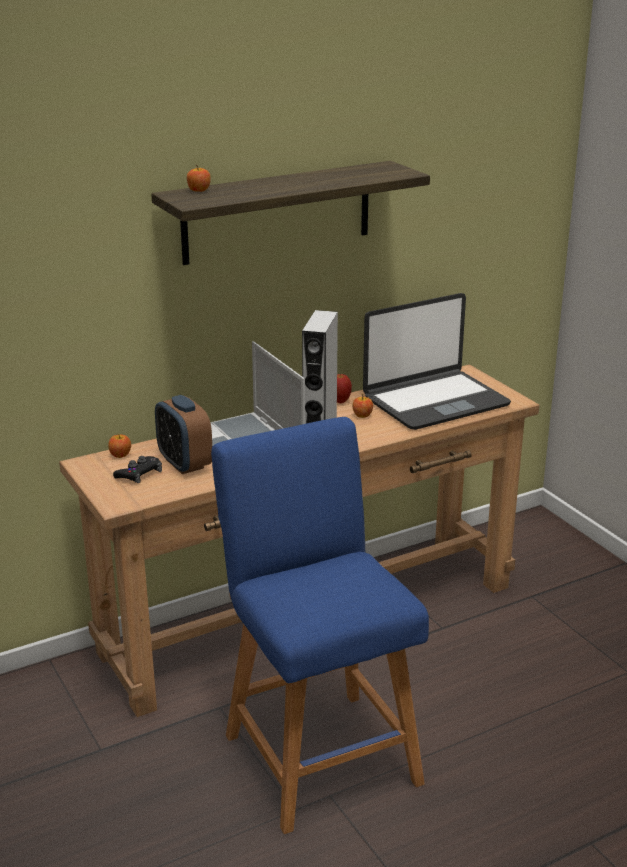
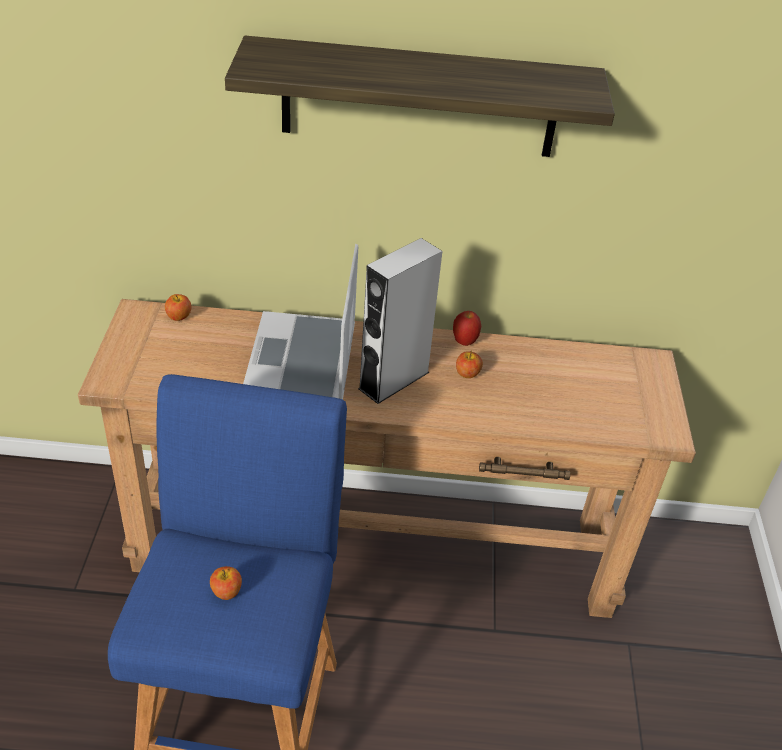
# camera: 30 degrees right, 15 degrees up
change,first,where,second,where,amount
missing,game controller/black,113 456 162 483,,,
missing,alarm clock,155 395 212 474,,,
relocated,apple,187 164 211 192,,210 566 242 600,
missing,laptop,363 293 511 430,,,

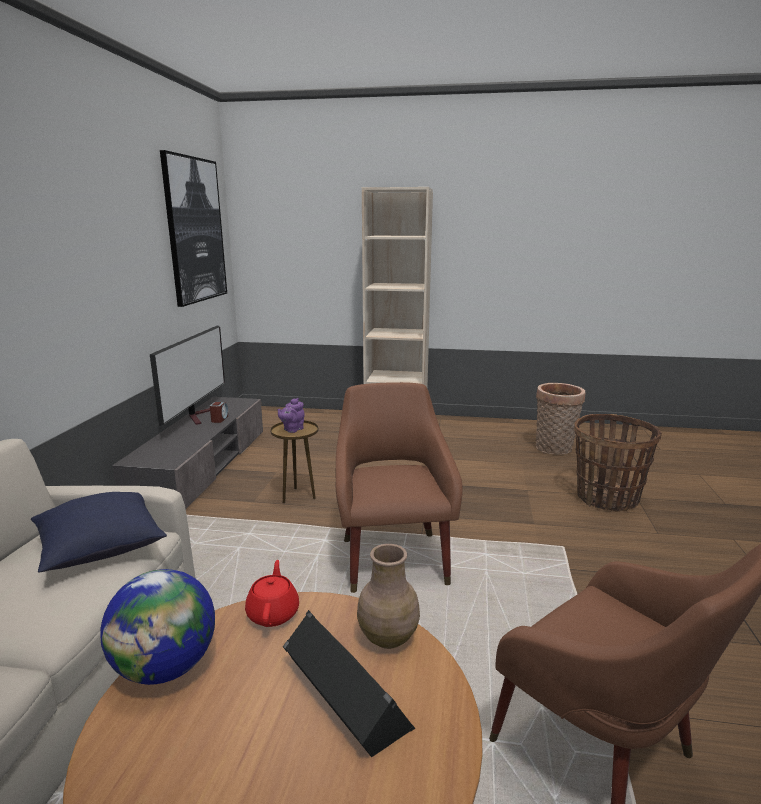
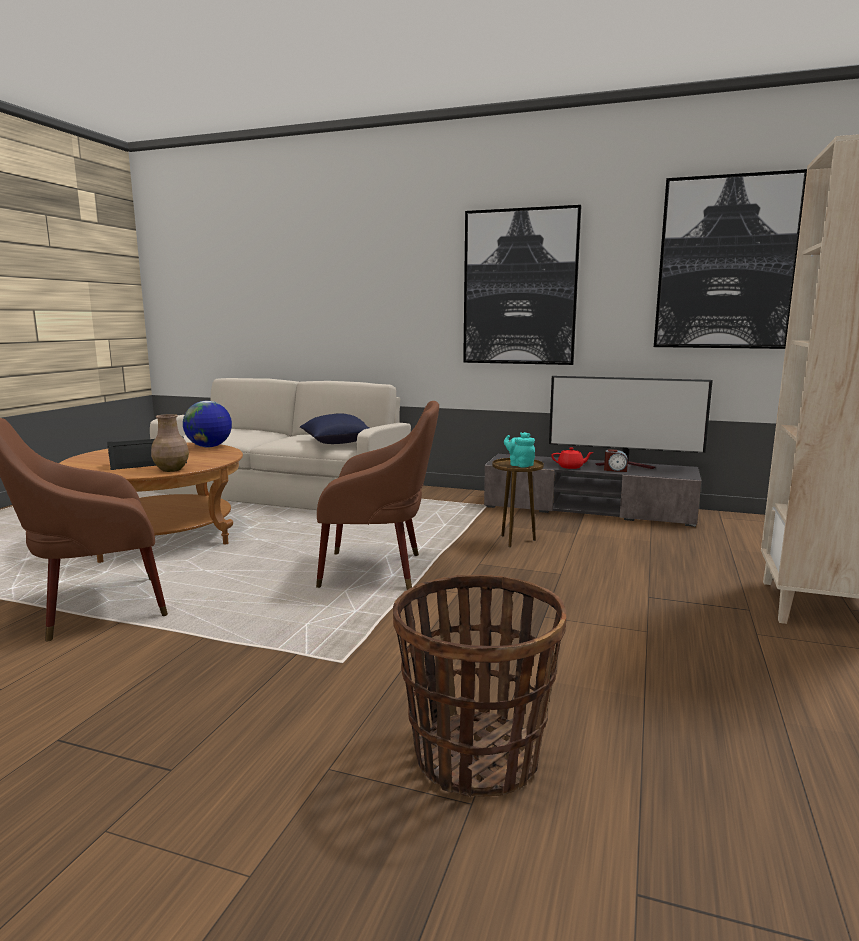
# camera: 100 degrees right, 5 degrees down
change,first,where,second,where,amount
relocated,teapot/red,245 560 299 627,,551 447 594 469,
colour,teapot/purple,278 398 305 433,teapot/turquoise,504 432 535 468,
missing,basket,535 383 585 455,,,
appeared,,,picture,463 205 581 365,

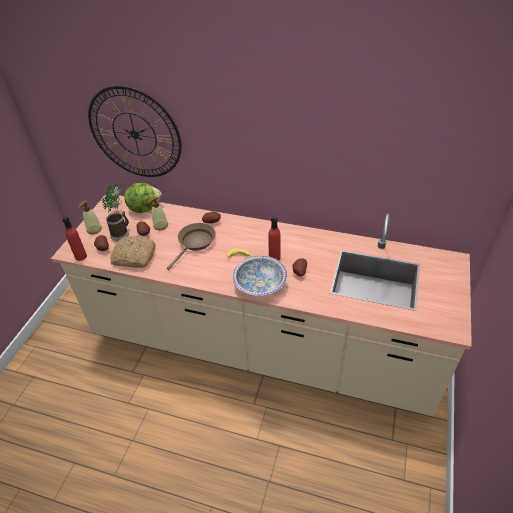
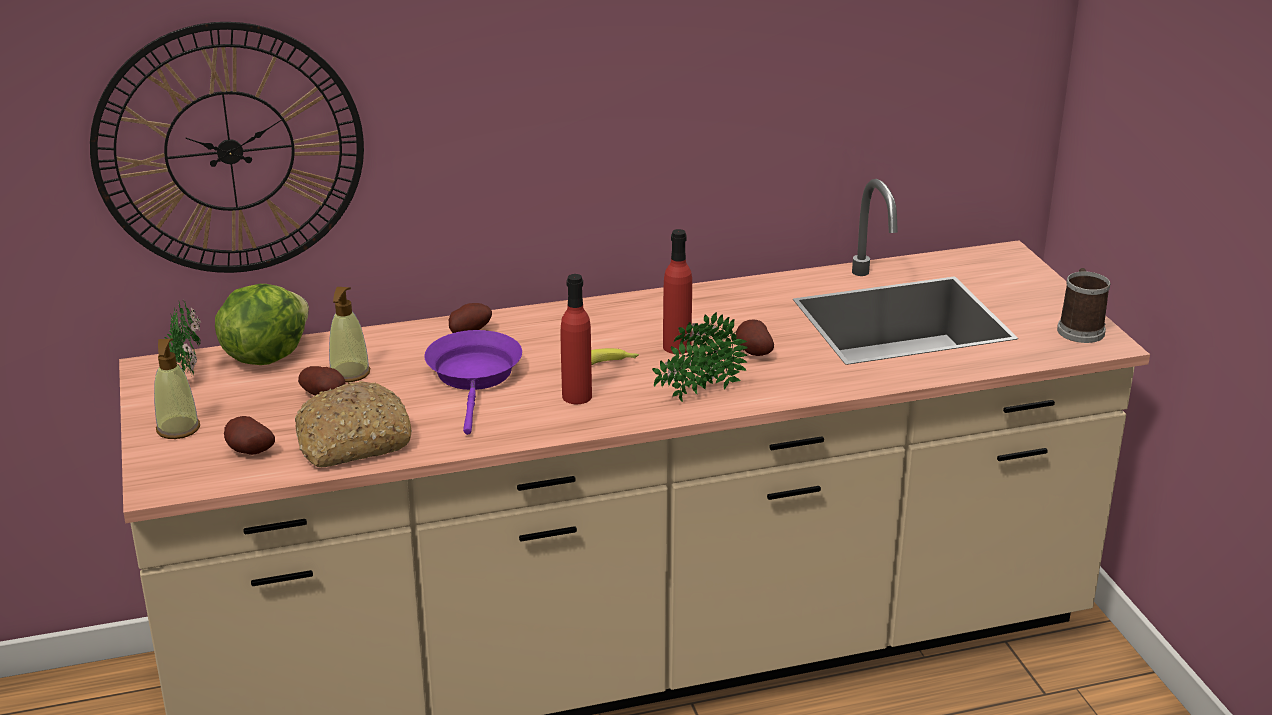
# camera: 35 degrees left, 15 degrees down
change,first,where,second,where,amount
relocated,bottle/red,62 216 87 261,,561 274 592 404,
relocated,mug,106 211 129 241,,1057 268 1111 343,
colour,frying pan/brown,167 223 216 270,frying pan/purple,424 330 522 435,
exchanged,bowl,232 256 287 296,potted plant,652 312 748 402,

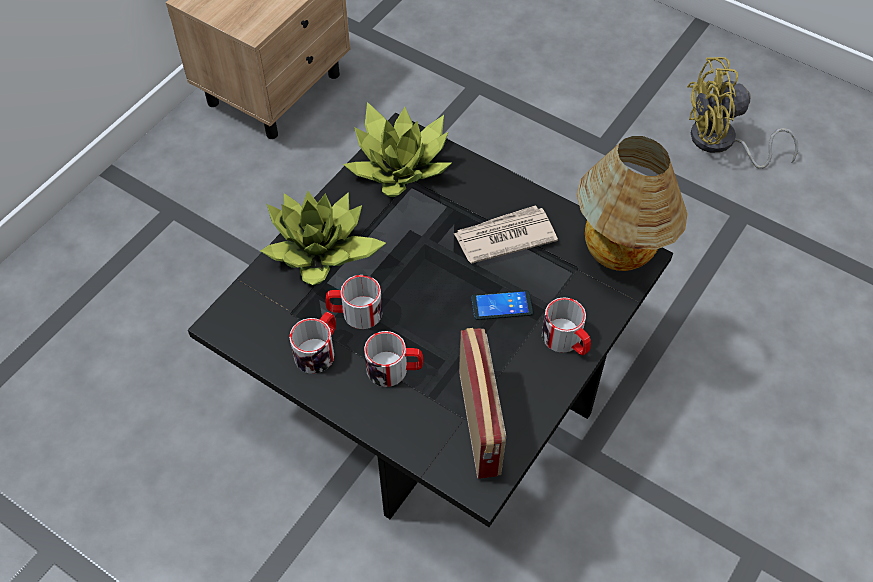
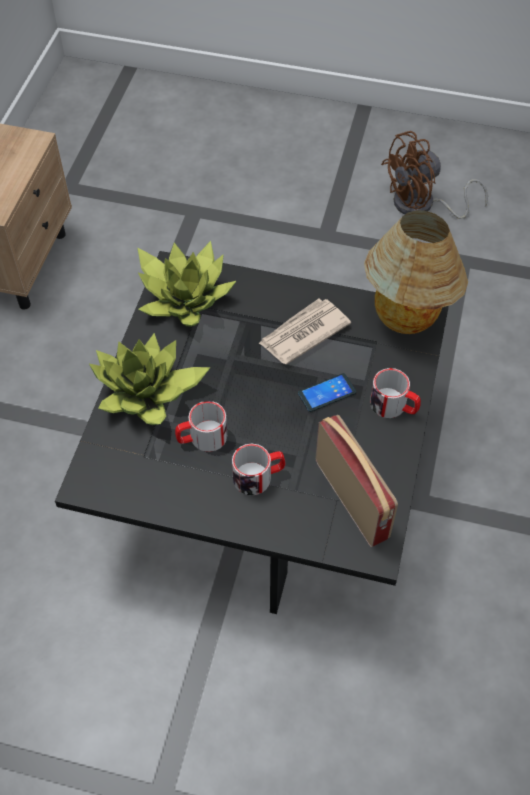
# camera: 20 degrees left, 0 degrees up
change,first,where,second,where,amount
missing,mug,289 312 336 374,,,
colour,fan/yellow,687 57 798 169,fan/brown,381 131 488 219,

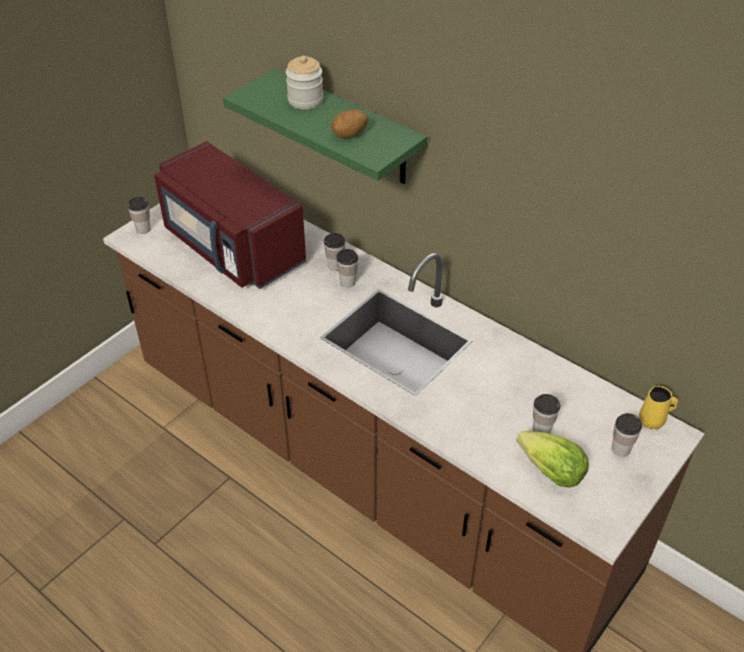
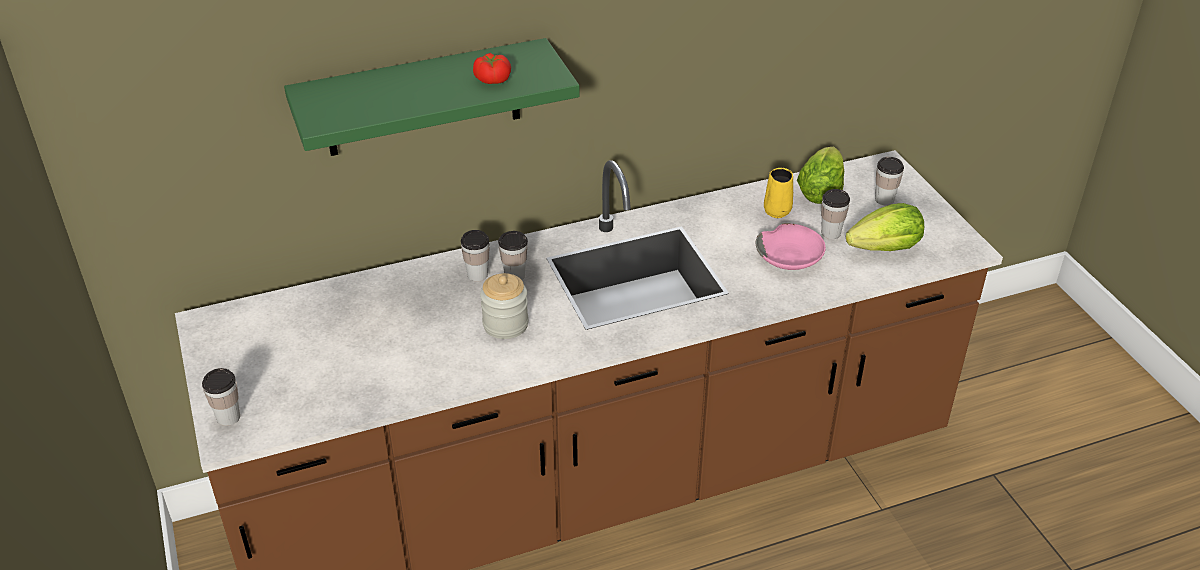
# camera: 60 degrees left, 5 degrees down
change,first,where,second,where,amount
missing,microwave/red,154 141 306 289,,,
relocated,jar,286 56 323 109,,480 273 529 339,
exchanged,potato,331 110 368 138,tomato,473 53 511 84,
relocated,mug/yellow,639 386 678 429,,764 168 793 218,
appeared,,,bowl/pink,756 223 826 270,
appeared,,,lettuce,797 147 844 204,

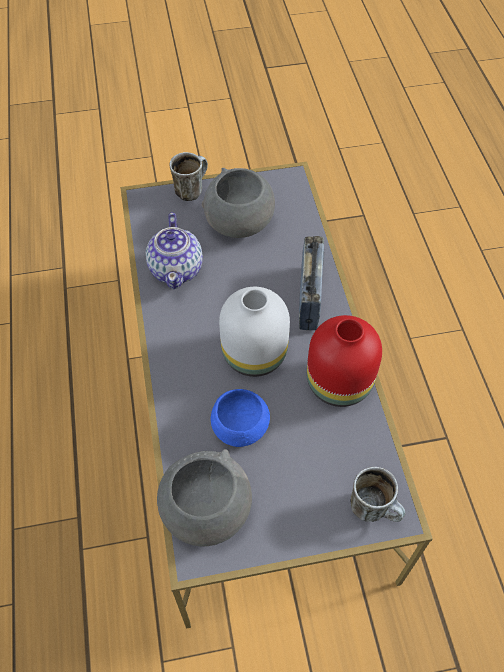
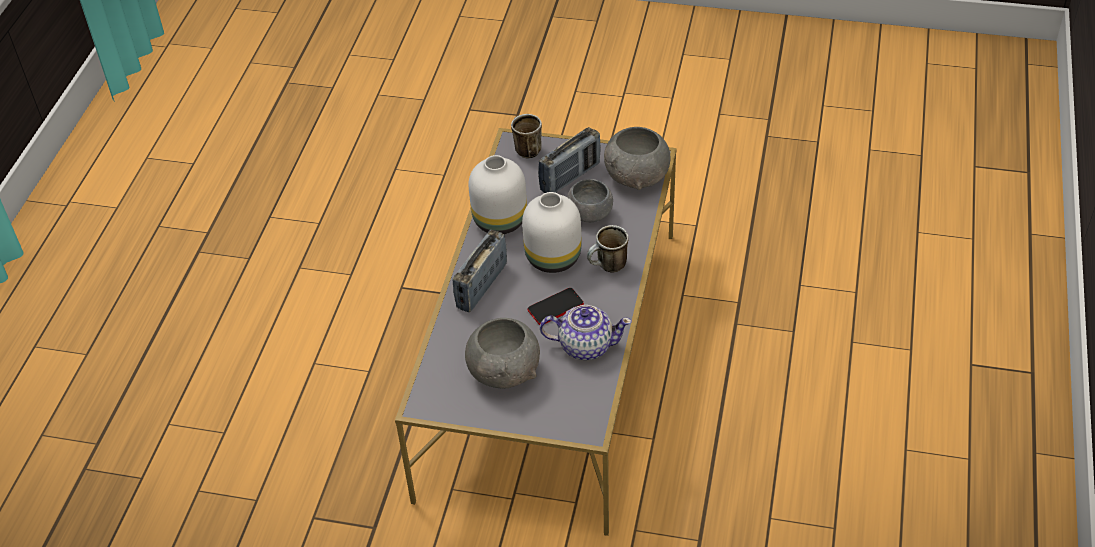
# camera: 155 degrees left, 10 degrees down
change,first,where,second,where,amount
spun,teapot,146 213 203 289,,540 305 632 360,75 degrees clockwise
relocated,mug,170 152 208 201,,587 225 628 272,
colour,bowl/blue,211 389 270 447,bowl/grey,567 179 613 222,
colour,vase/red,307 315 382 407,vase/white,469 155 527 234,
appeared,,,phone,528 288 584 325,
appeared,,,radio,538 127 601 193,

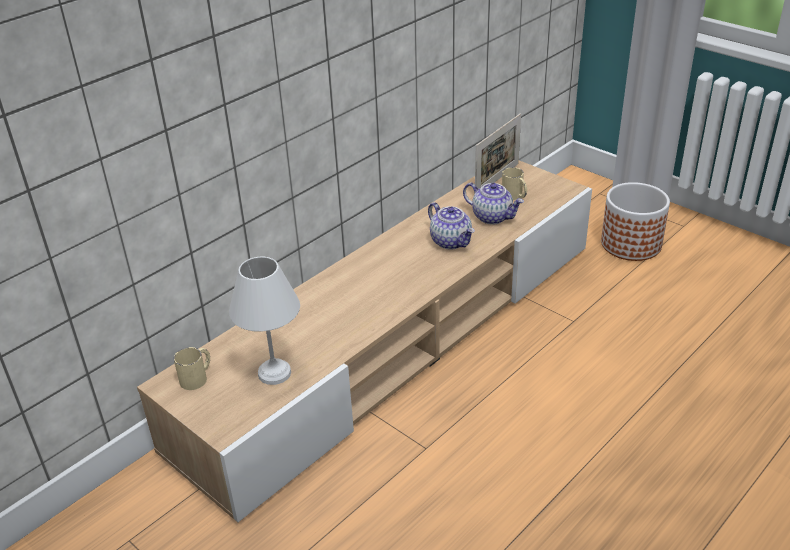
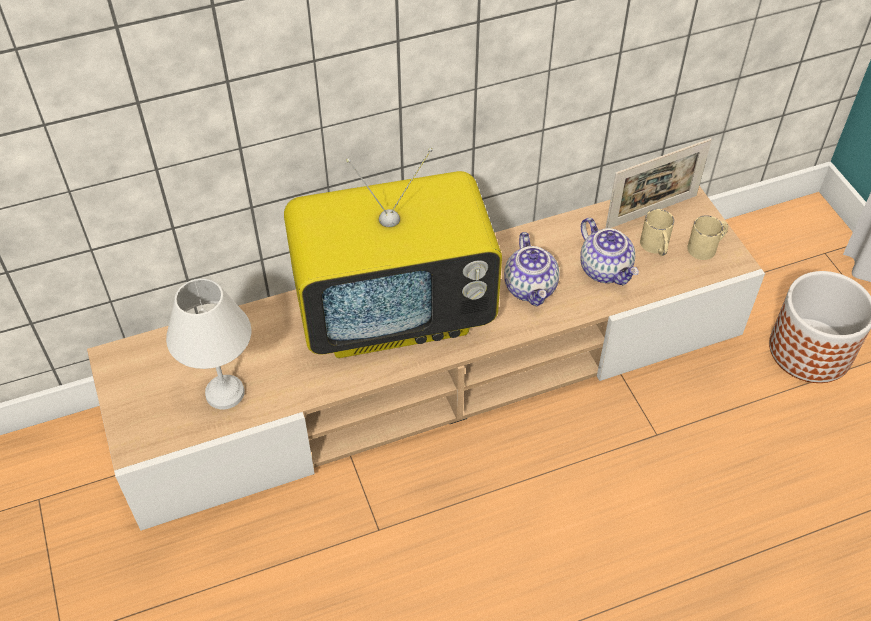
# camera: 25 degrees right, 15 degrees up
change,first,where,second,where,amount
relocated,mug/beige,174 347 210 390,,687 215 728 260,
appeared,,,television,284 147 502 358,

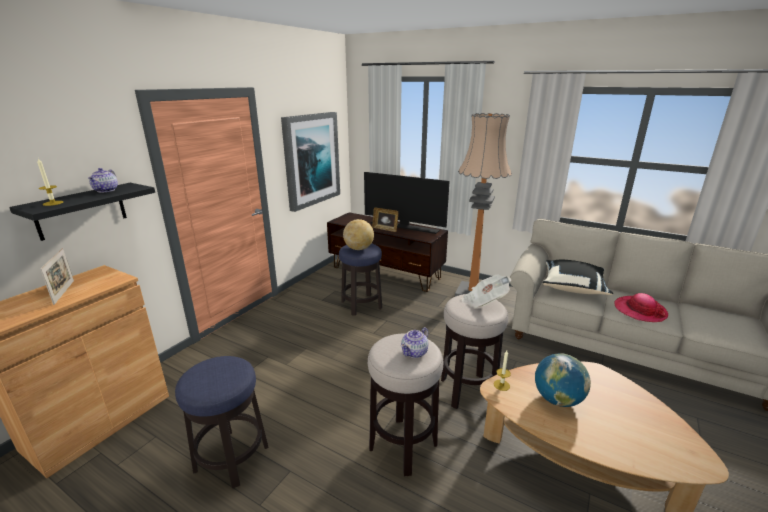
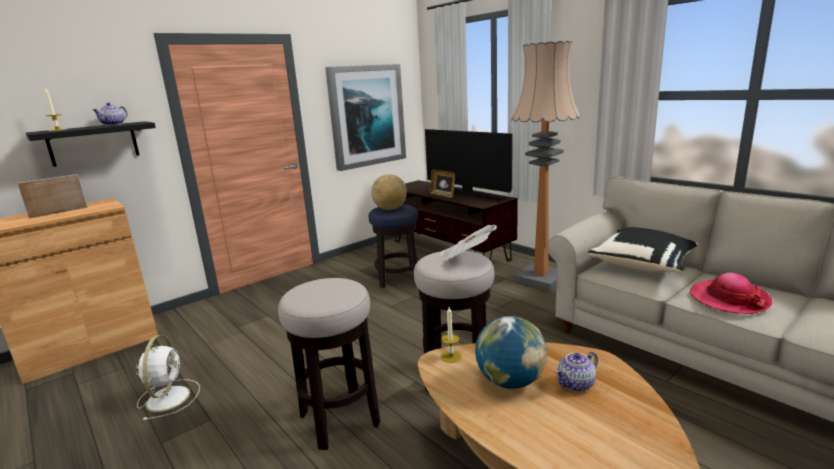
# camera: 20 degrees right, 5 degrees down
change,first,where,second,where,amount
spun,picture frame,40 248 74 305,,17 174 87 219,135 degrees counterclockwise
exchanged,stool,175 356 269 488,fan/white,136 335 200 421,
relocated,teapot,401 327 428 358,,555 352 598 392,

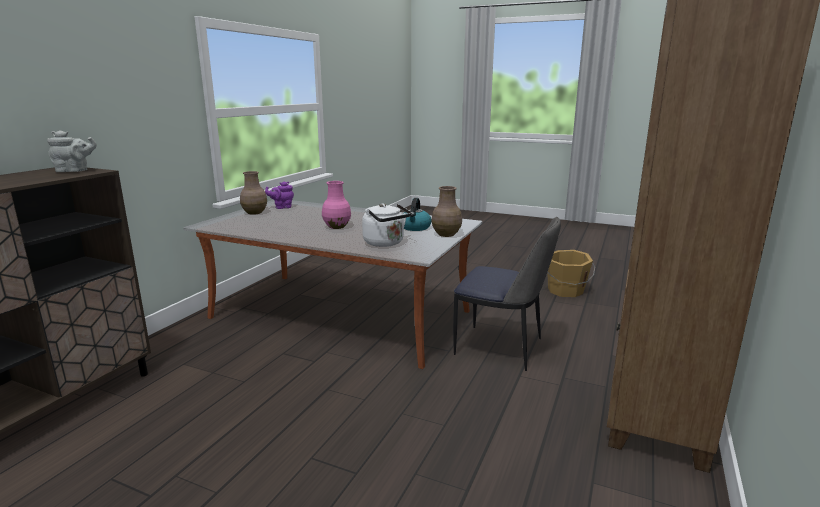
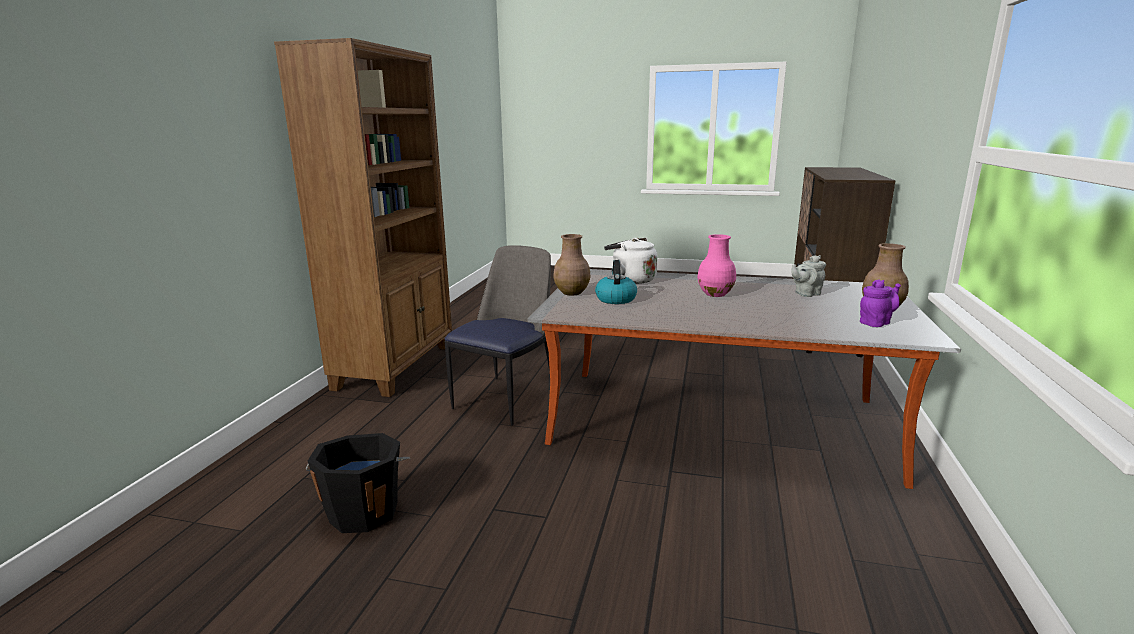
# camera: 170 degrees right, 0 degrees up
change,first,where,second,where,amount
relocated,teapot/grey,47 130 97 172,,791 255 826 297,
spun,chair,453 217 561 371,,444 245 551 426,105 degrees clockwise
colour,bucket/orange,547 250 595 297,bucket/black,306 433 410 533,

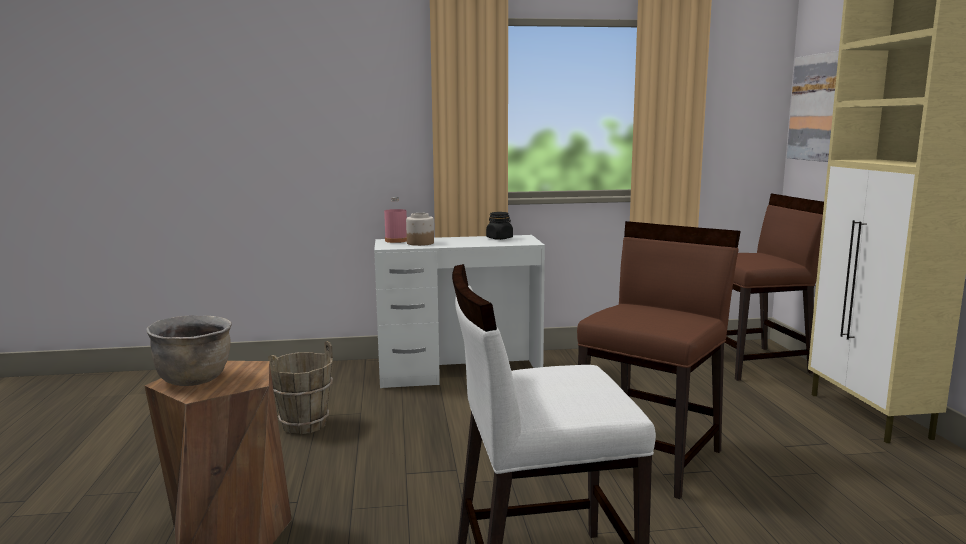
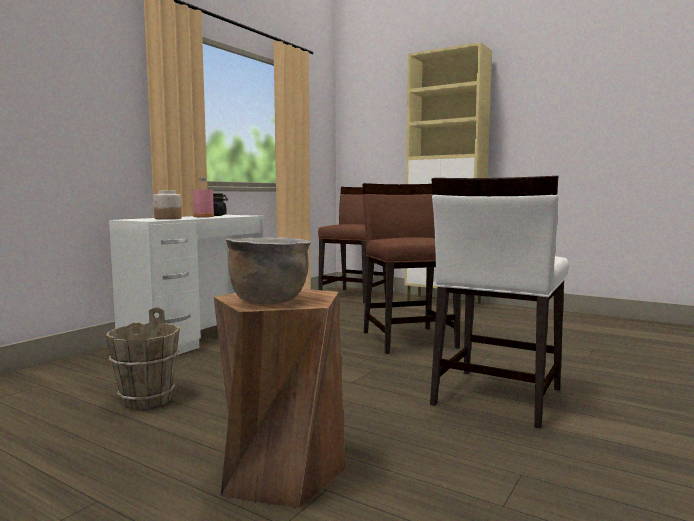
# camera: 50 degrees left, 5 degrees down
change,first,where,second,where,amount
relocated,bottle/pink,384 197 407 243,,193 178 214 217,
missing,picture,787 51 839 162,,,

